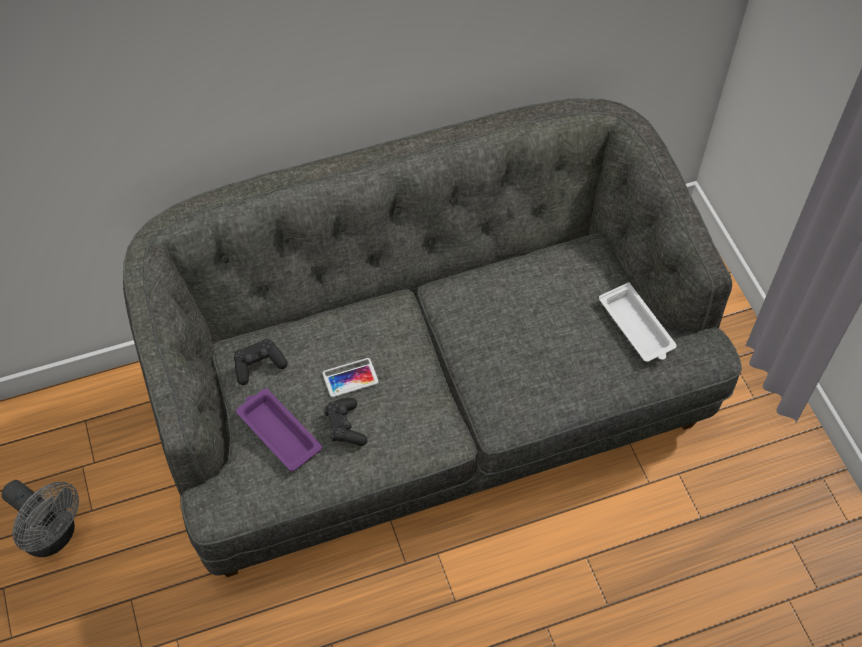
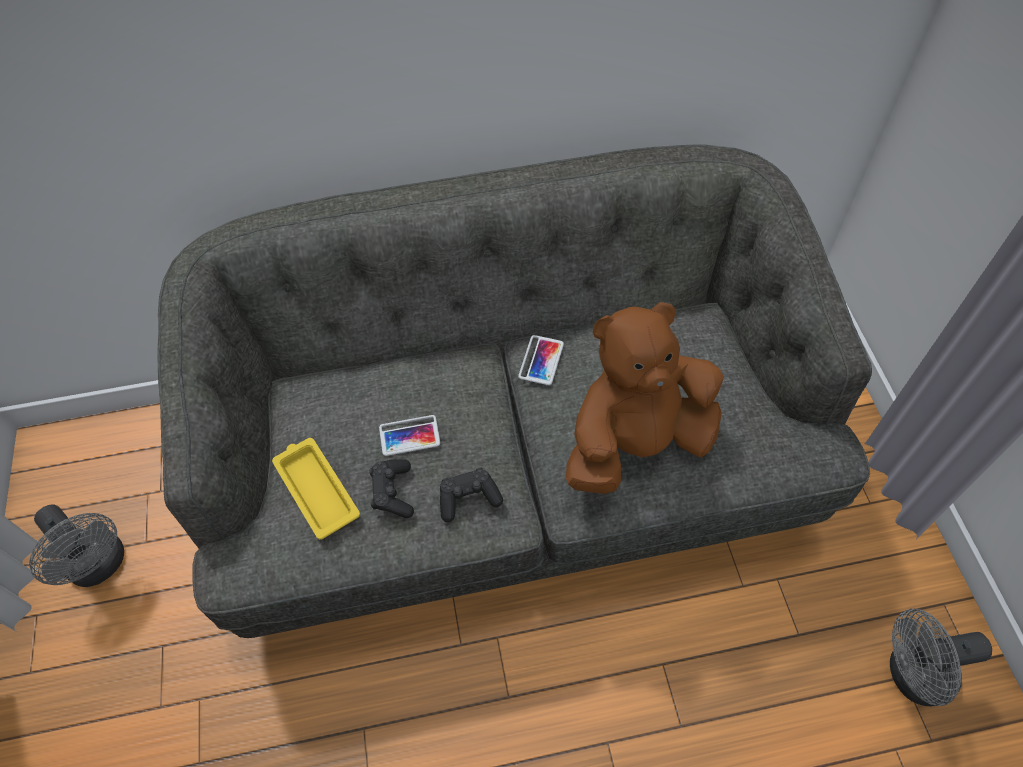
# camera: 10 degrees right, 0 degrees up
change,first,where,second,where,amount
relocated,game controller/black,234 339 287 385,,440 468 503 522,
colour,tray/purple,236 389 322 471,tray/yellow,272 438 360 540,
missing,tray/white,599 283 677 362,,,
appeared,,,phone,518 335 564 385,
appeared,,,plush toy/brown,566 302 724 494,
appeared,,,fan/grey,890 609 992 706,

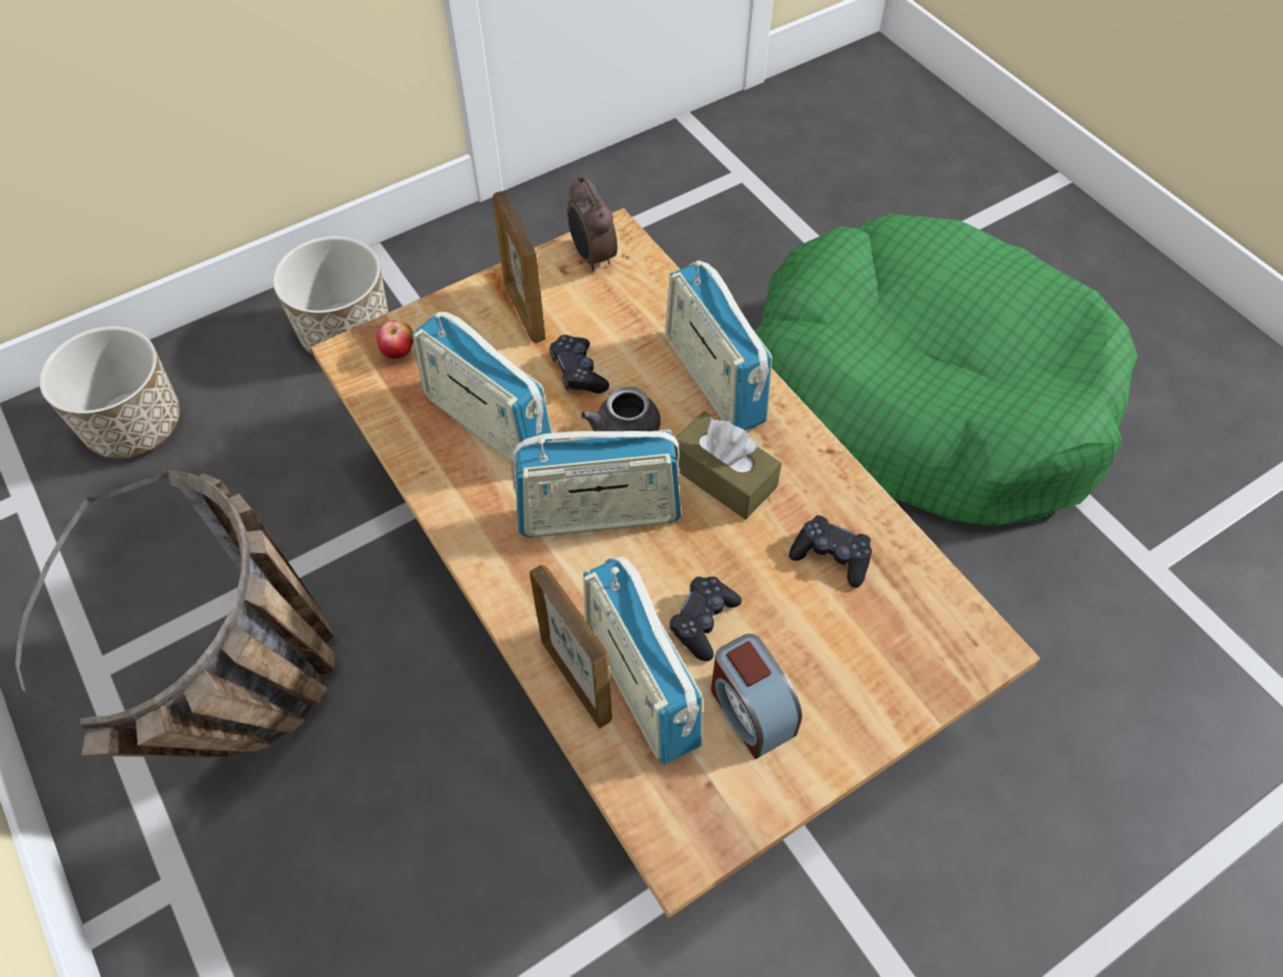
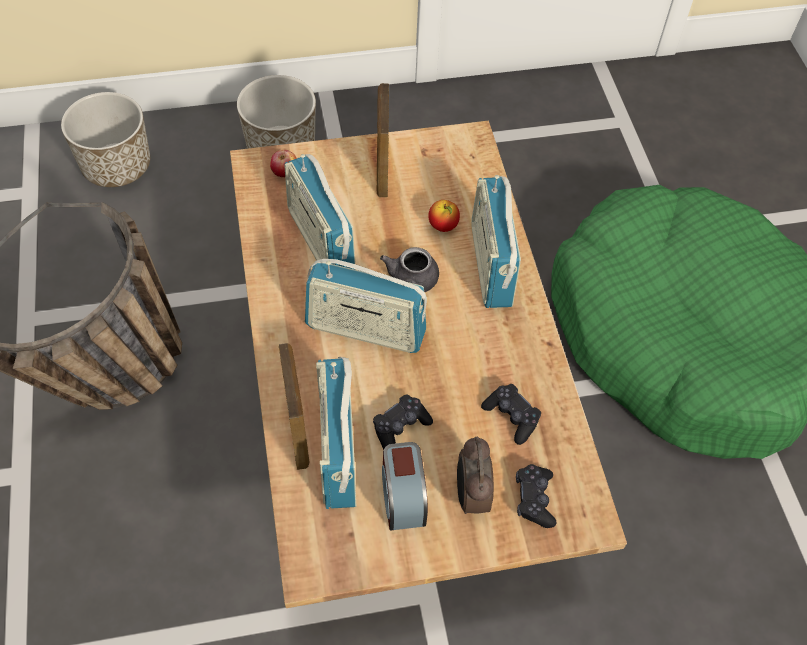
# camera: 20 degrees right, 0 degrees up
change,first,where,second,where,amount
relocated,game controller/black,549 335 609 393,,516 464 556 528,
relocated,alarm clock,567 175 617 272,,457 437 494 514,
missing,tissue box/brown,674 411 782 519,,,
appeared,,,apple,428 200 460 232,

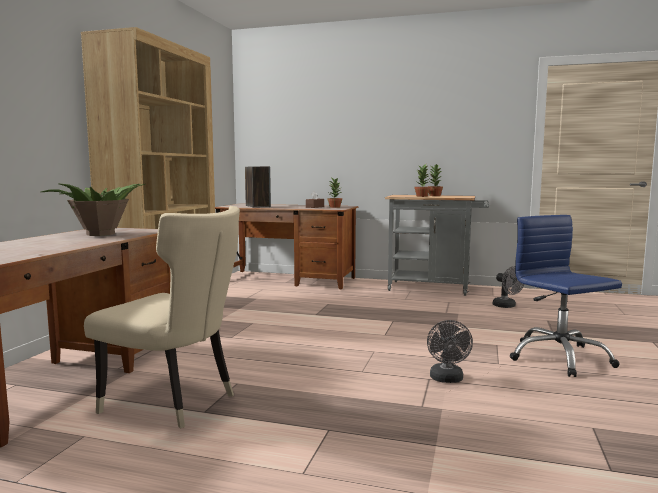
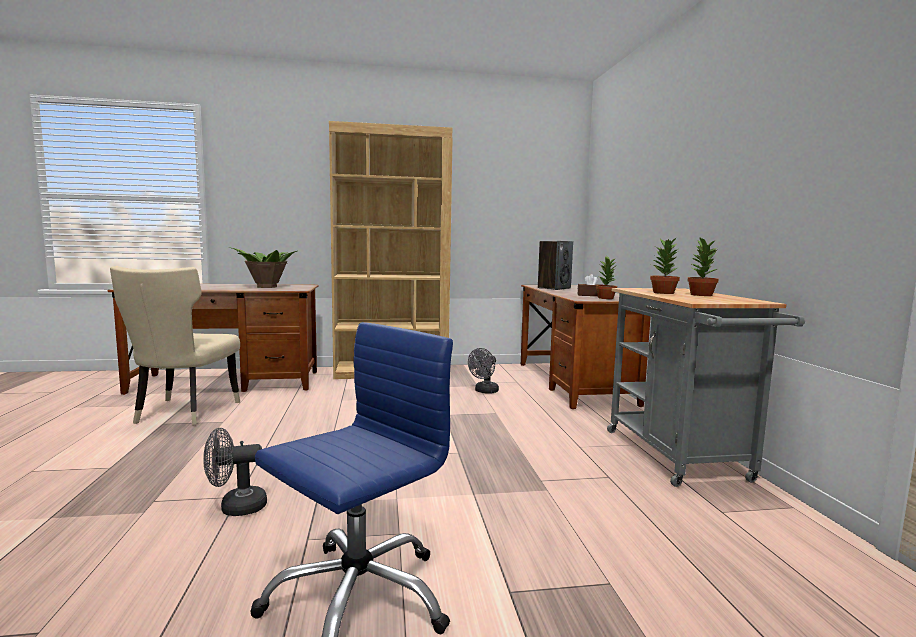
# camera: 65 degrees right, 0 degrees up
change,first,where,second,where,amount
relocated,fan/grey,493 266 524 308,,468 348 499 394,

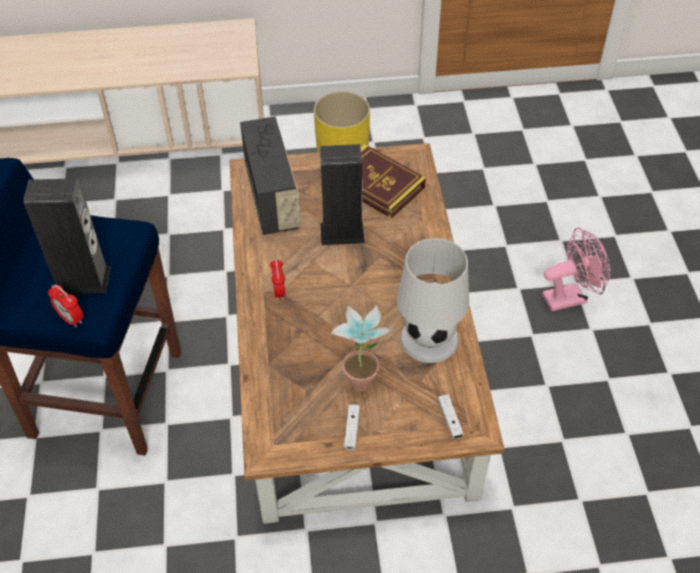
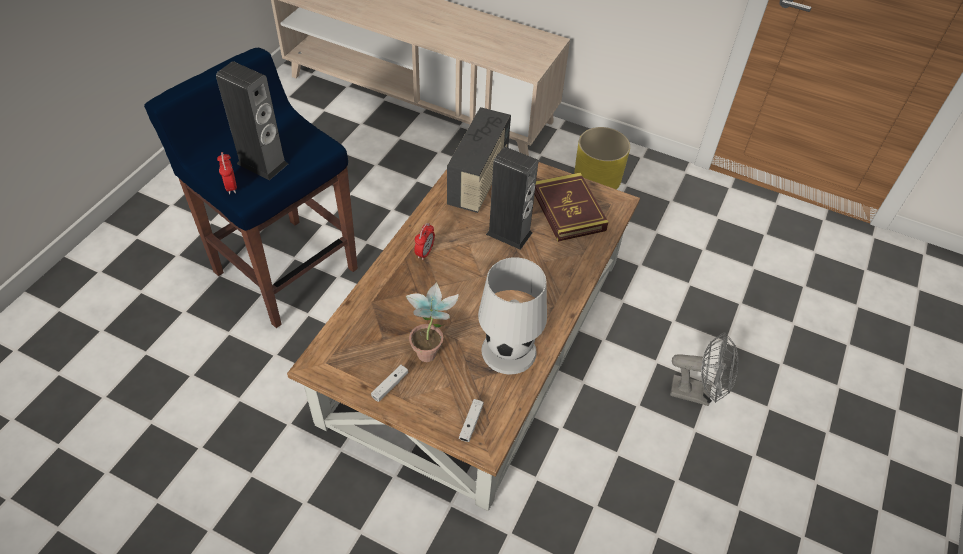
# camera: 30 degrees right, 0 degrees up
change,first,where,second,where,amount
colour,fan/pink,542 227 611 311,fan/grey,670 332 739 406,

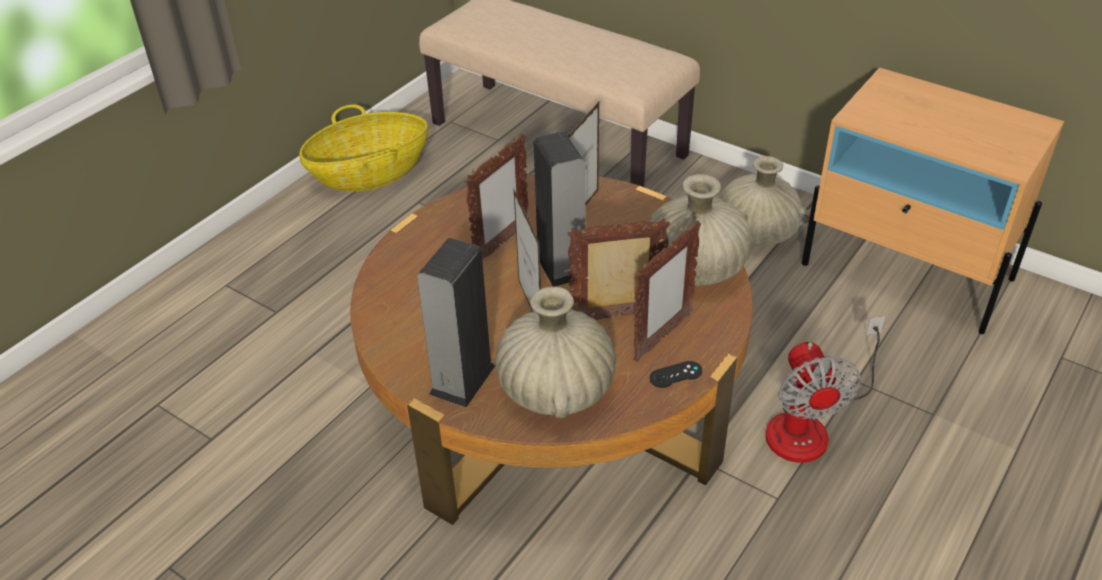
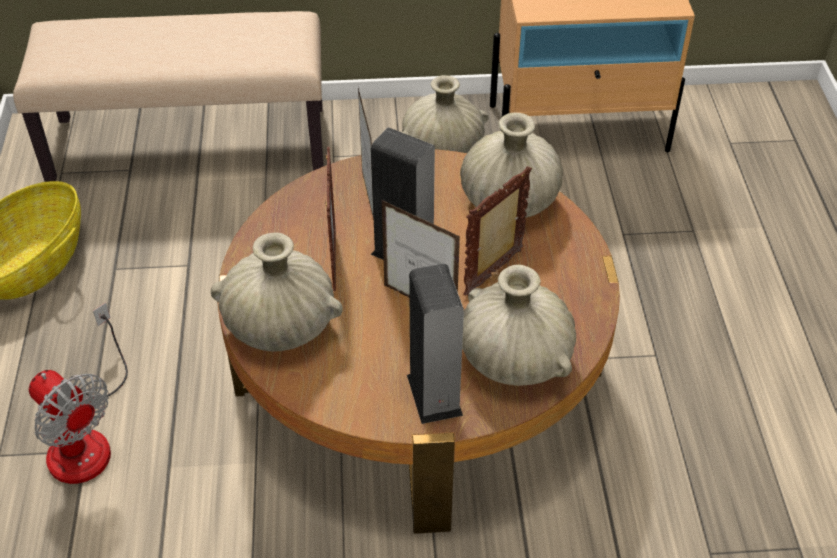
# camera: 40 degrees left, 5 degrees up
change,first,where,second,where,amount
missing,picture frame,633 220 701 362,,,
missing,game controller/black,650 361 702 388,,,
relocated,fan,766 316 885 463,,29 302 128 484,
appeared,,,vase/beige,211 233 343 351,

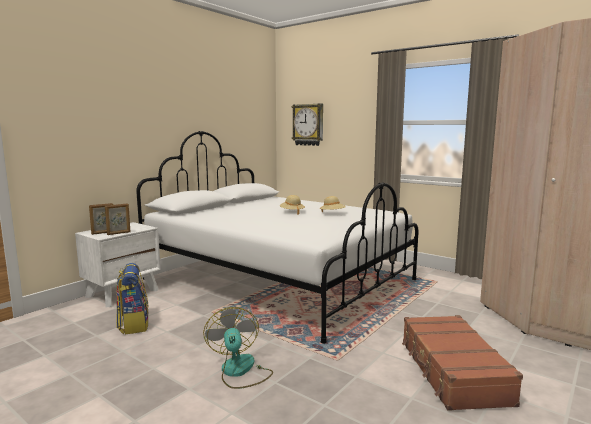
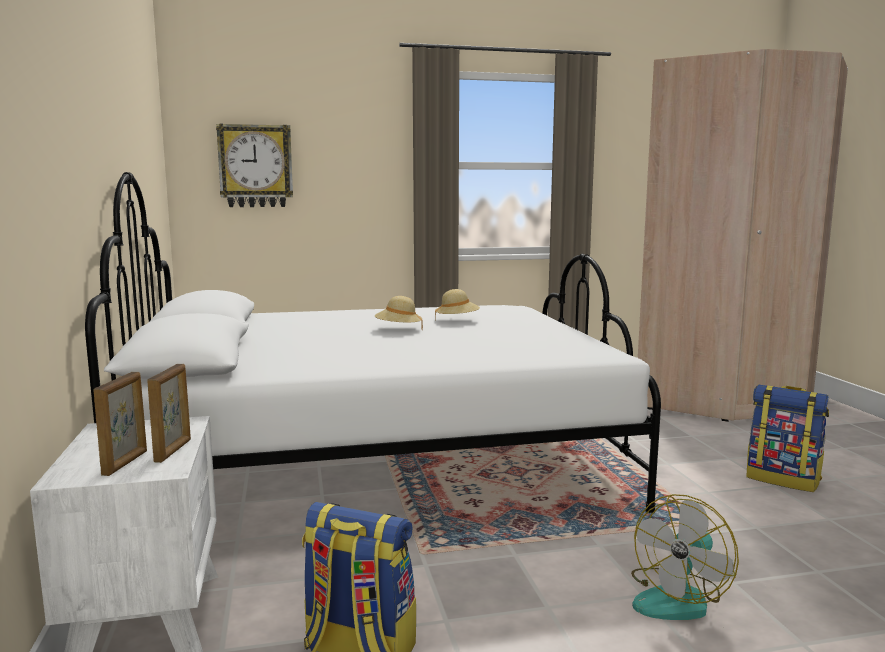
# camera: 50 degrees left, 0 degrees up
change,first,where,second,where,amount
spun,fan,203 307 273 389,,631 494 739 620,75 degrees counterclockwise
exchanged,suitcase/brown,402 315 523 411,backpack,746 385 829 492,

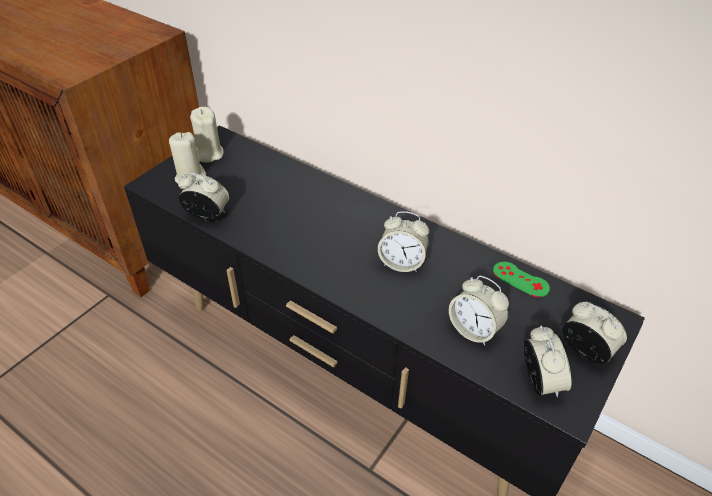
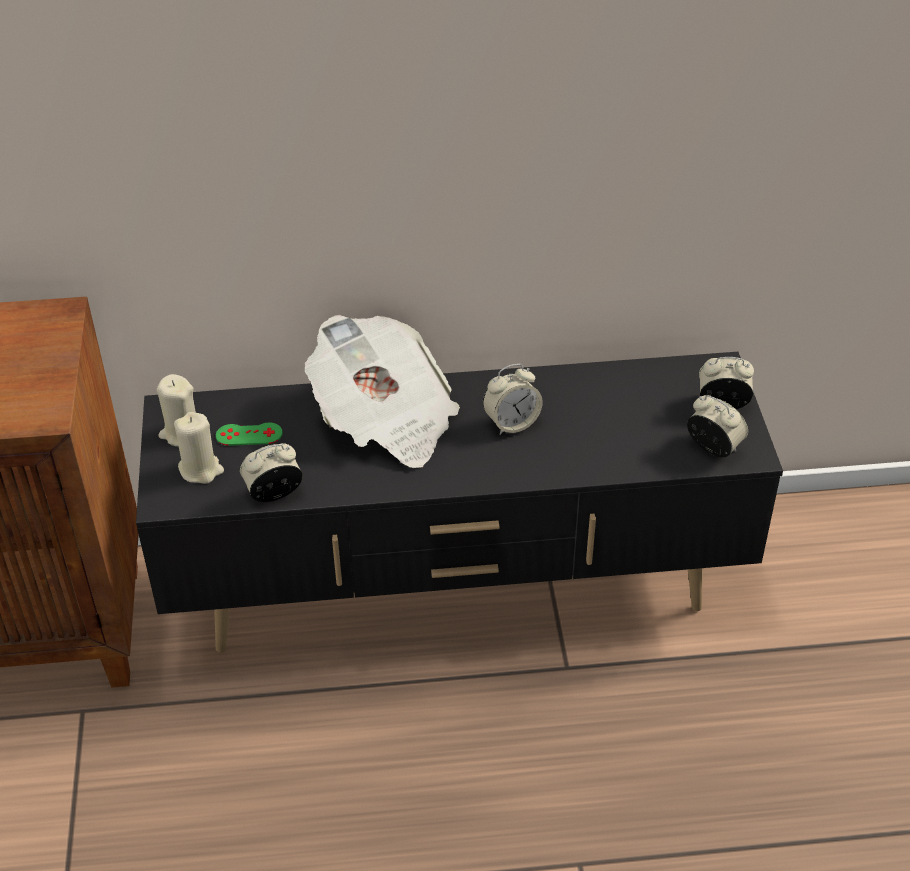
# camera: 40 degrees left, 0 degrees up
change,first,where,second,where,amount
missing,alarm clock,449 276 509 345,,,
relocated,game controller/green,493 262 550 297,,216 422 283 446,
appeared,,,newspaper,305 315 460 468,

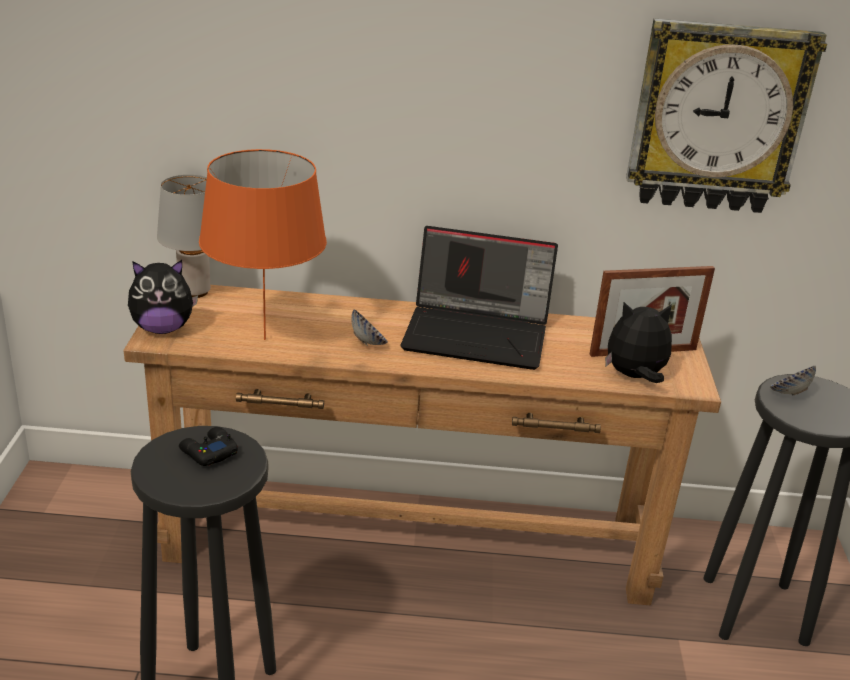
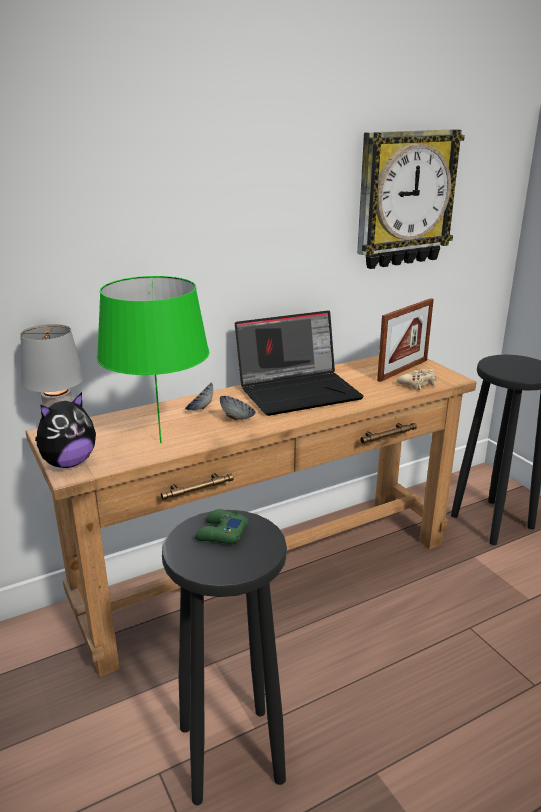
# camera: 30 degrees left, 5 degrees down
change,first,where,second,where,amount
colour,game controller/black,179 427 238 466,game controller/green,195 509 248 544,
colour,table lamp/orange,199 149 327 340,table lamp/green,97 276 210 443,
exchanged,plush toy,605 302 672 383,game controller/beige,397 369 437 390,
relocated,bowl,770 366 816 395,,185 382 213 410,

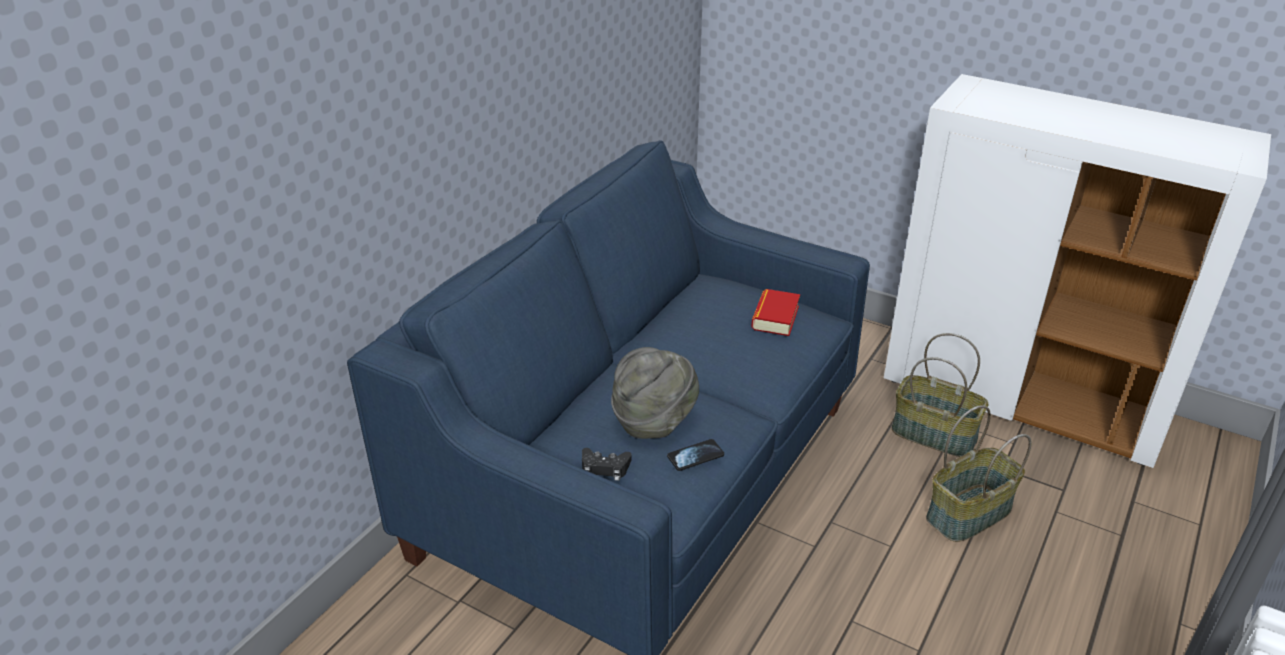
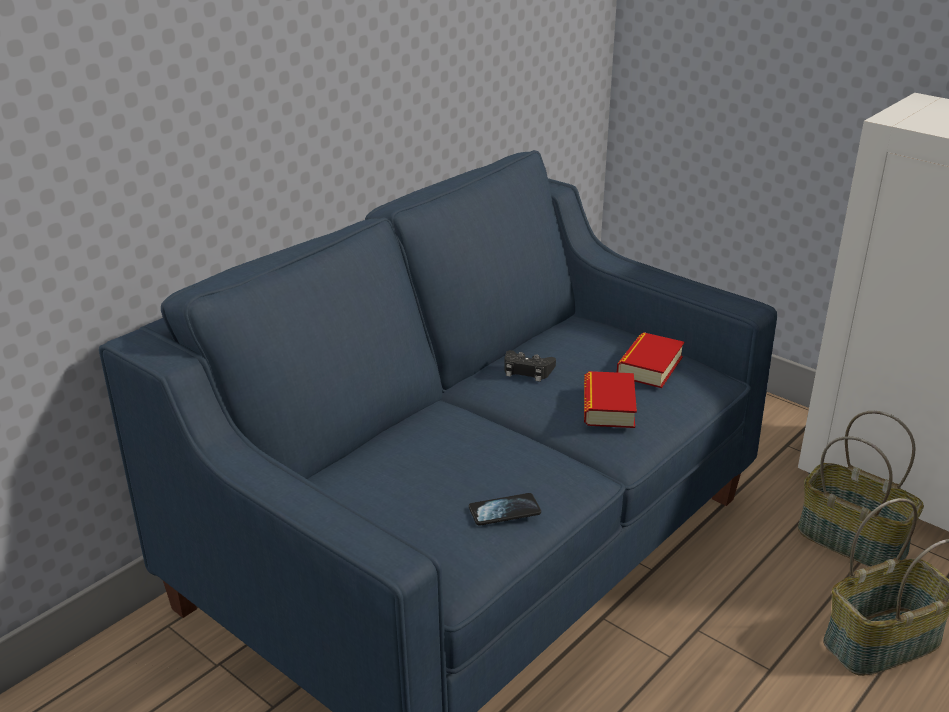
# camera: 10 degrees right, 5 degrees down
change,first,where,second,where,amount
relocated,game controller/black,582 448 632 481,,504 350 556 382,
missing,hat/grey,611 347 699 439,,,
appeared,,,book,584 371 637 428,

